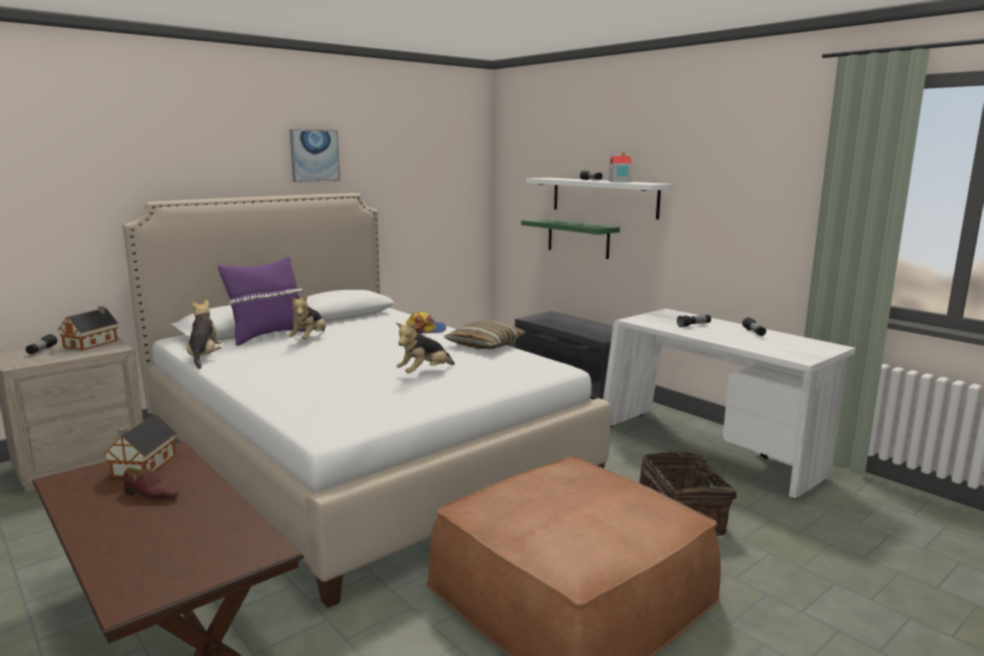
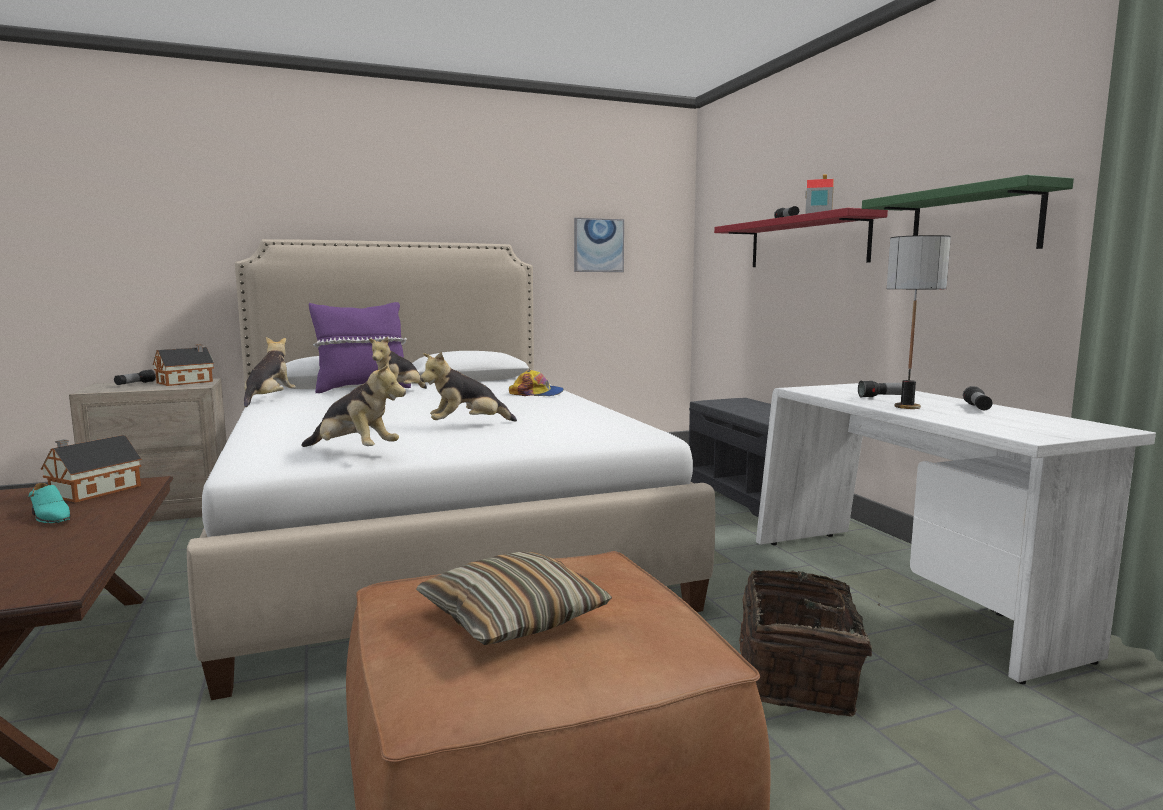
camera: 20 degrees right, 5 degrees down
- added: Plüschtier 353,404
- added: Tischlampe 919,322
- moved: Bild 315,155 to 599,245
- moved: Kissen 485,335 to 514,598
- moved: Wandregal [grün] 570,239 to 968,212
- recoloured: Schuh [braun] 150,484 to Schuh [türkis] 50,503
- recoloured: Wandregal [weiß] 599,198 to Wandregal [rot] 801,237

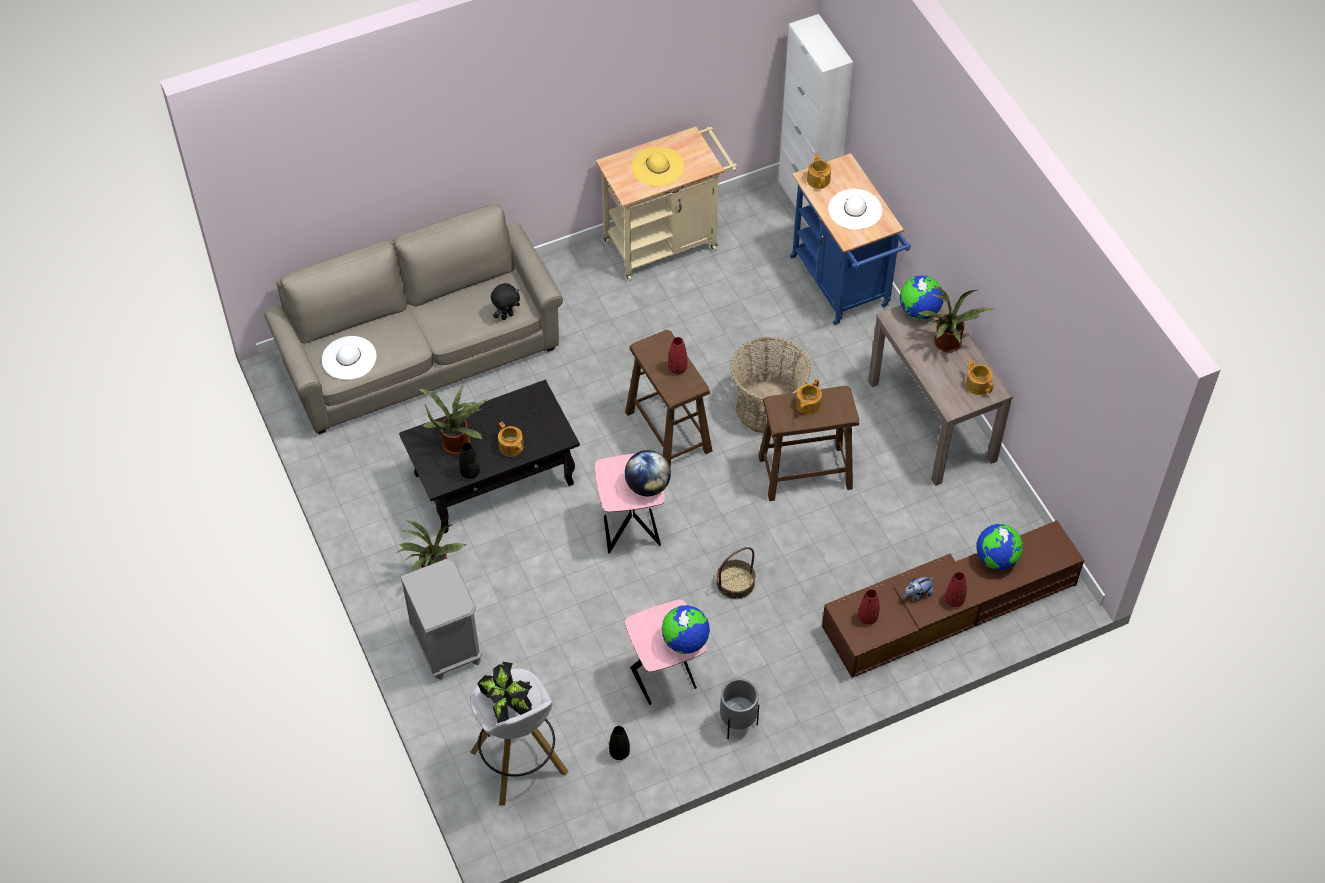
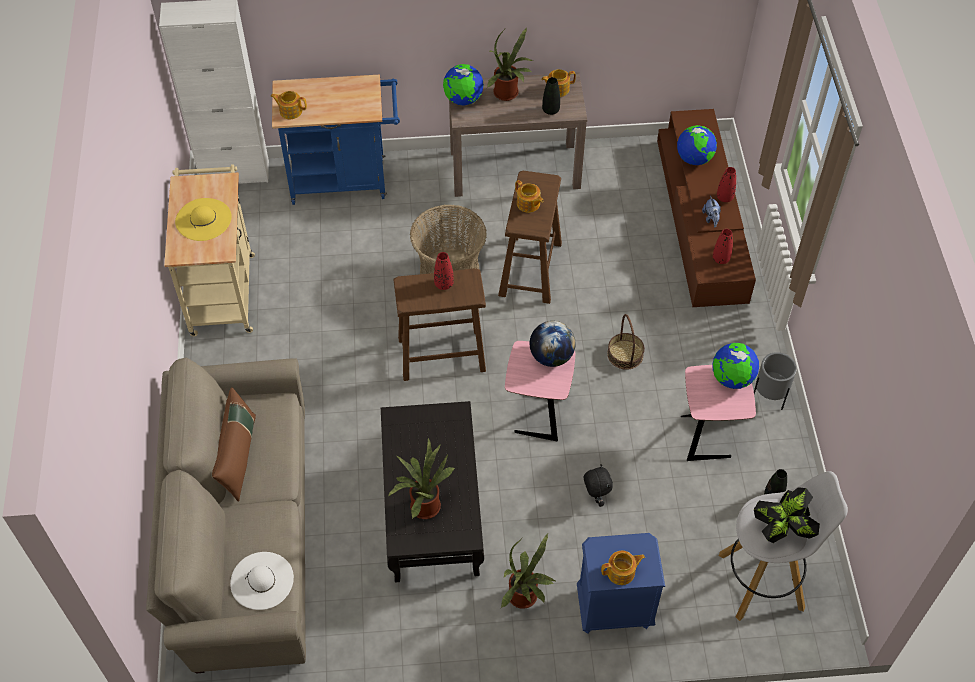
camera: 70 degrees left, 0 degrees up
- removed: Hut [weiß] 855,209
- added: Kissen [braun] 234,445
- moved: Vase [schwarz] 469,461 to 551,96
- moved: Plüschtier [schwarz] 505,301 to 598,486
- moved: Teekanne 511,439 to 623,568
- recoloured: Nachttisch [grau] 441,619 to Nachttisch [blau] 621,583

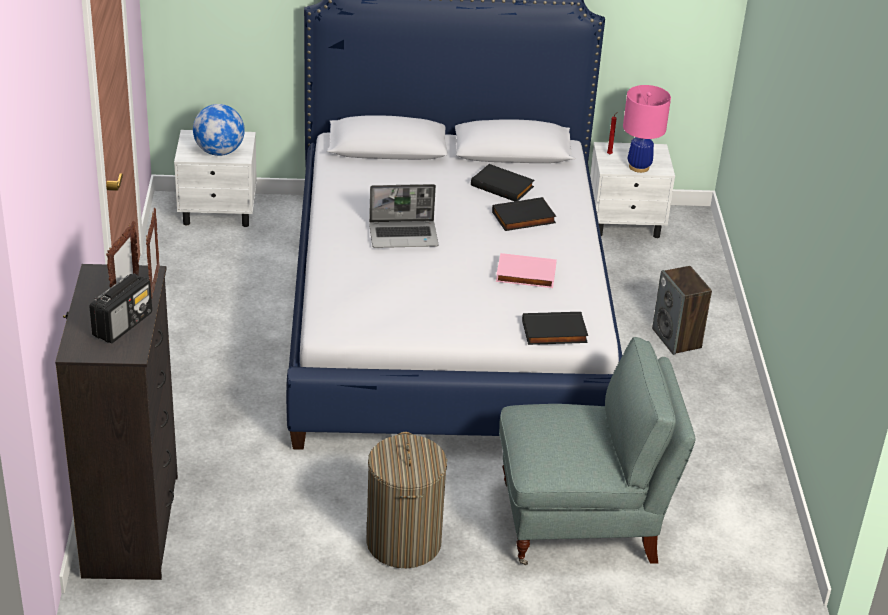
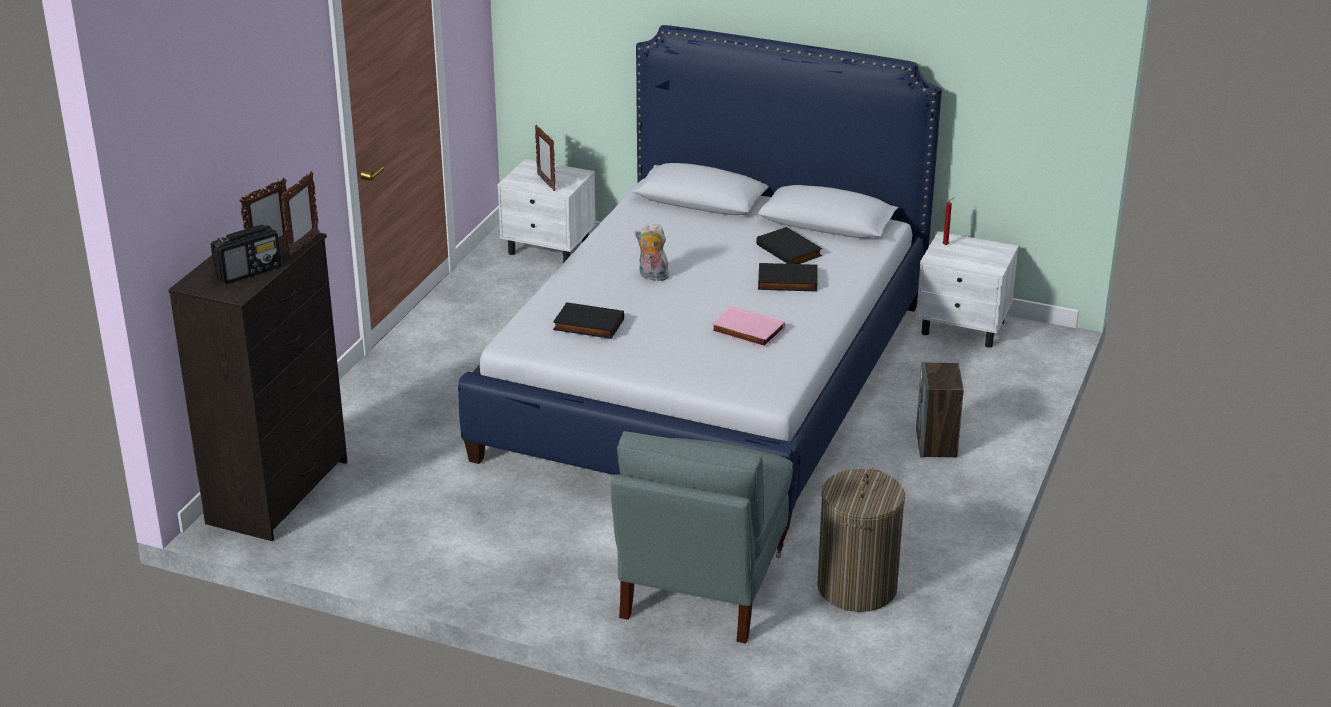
camera: 25 degrees right, 5 degrees down
- removed: Tischlampe [rosa] 647,129
- moved: Wäschekorb 406,500 to 861,540
- moved: Buch [schwarz] 555,328 to 588,320
- replaced: Globus 219,130 to Bilderrahmen 545,158
- replaced: Laptop 403,216 to Plüschtier 652,252
- turned: Sessel [grau] 597,451 = 701,537 90 degrees clockwise

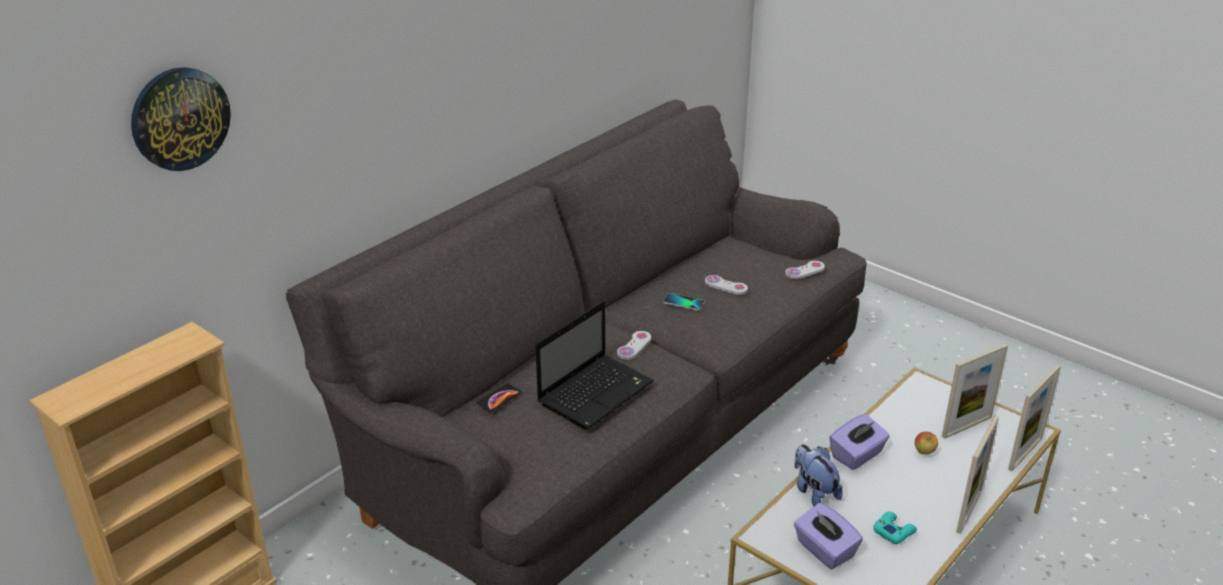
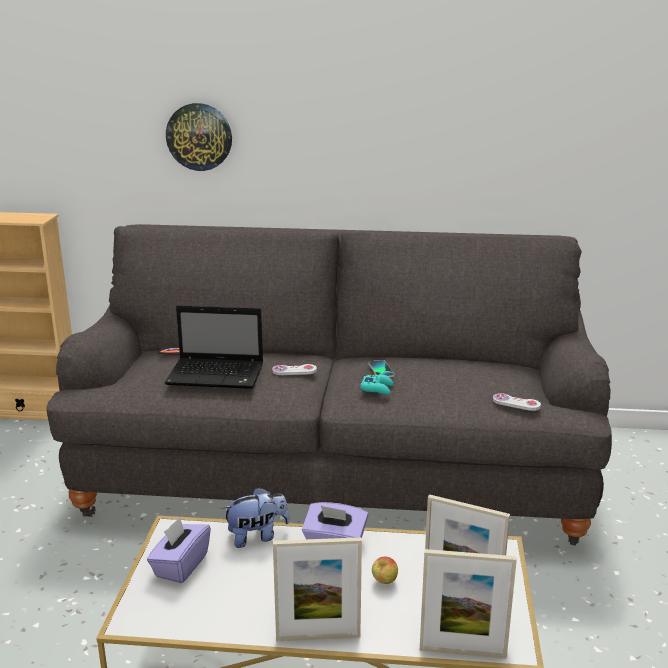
camera: 55 degrees right, 10 degrees down
- removed: Gamepad [weiß] 726,285
- moved: Wanduhr 181,119 to 199,137
- moved: Gamepad [türkis] 895,527 to 377,384
- turned: Plüschtier 818,475 = 256,517 45 degrees clockwise

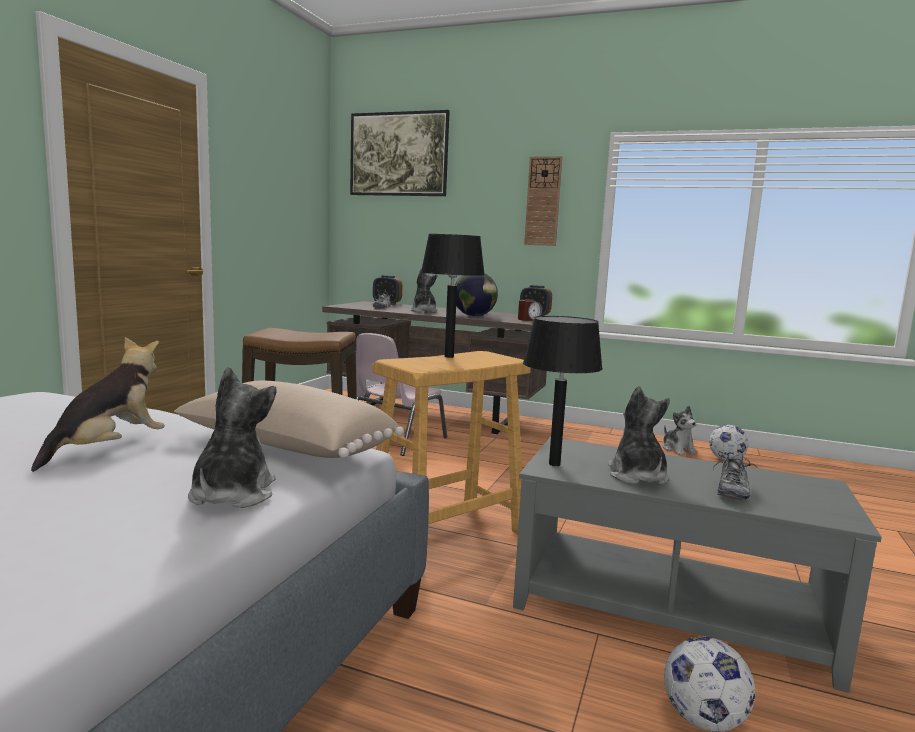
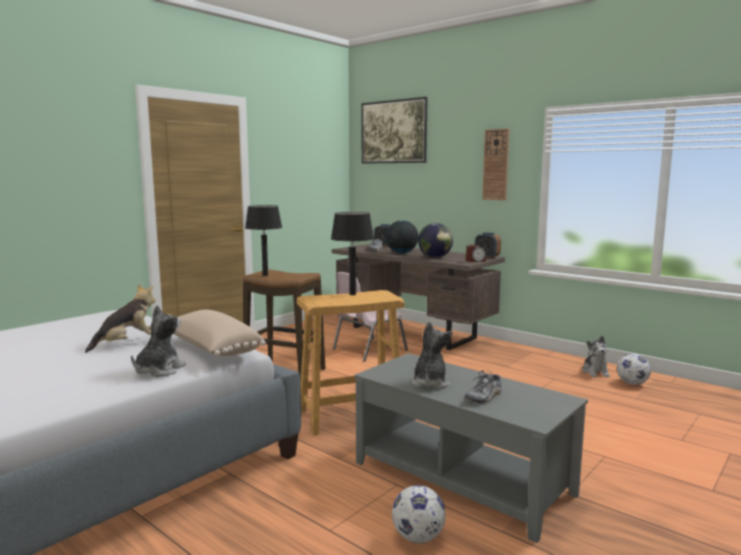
camera: 20 degrees right, 0 degrees up
- moved: Tischlampe [schwarz] 563,391 to 263,240
- replaced: Plüschtier 424,290 to Globus 402,236

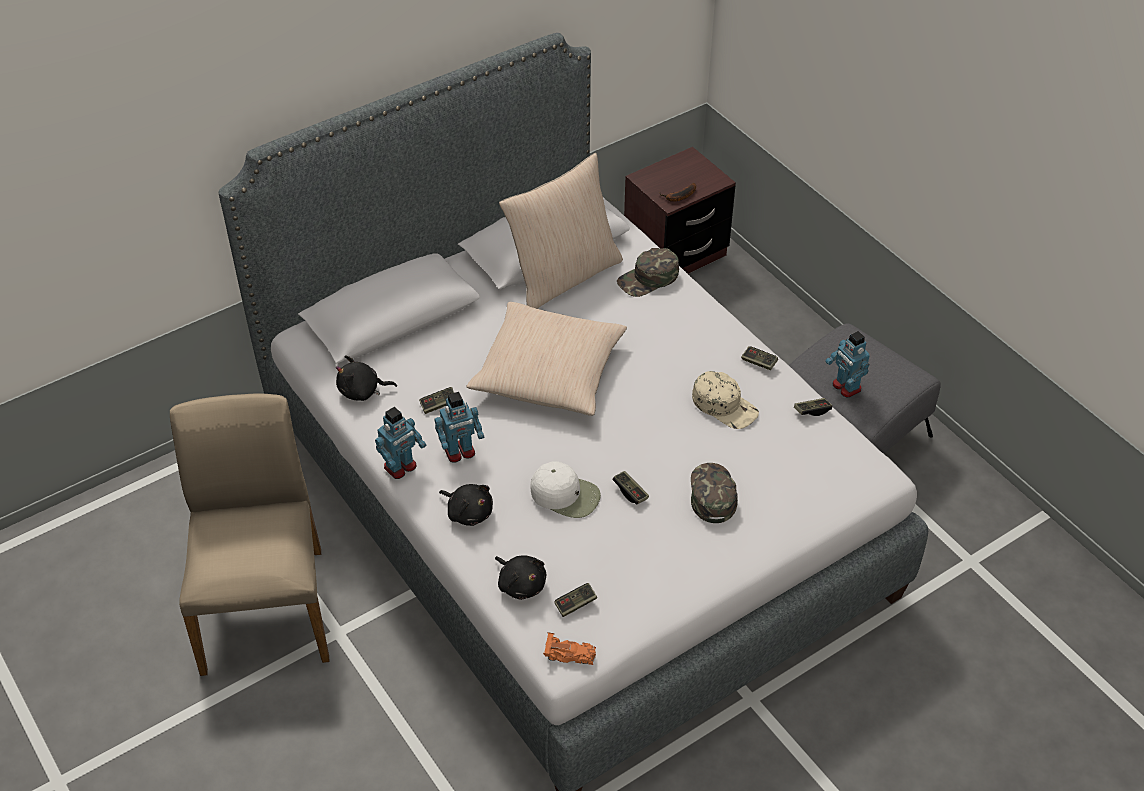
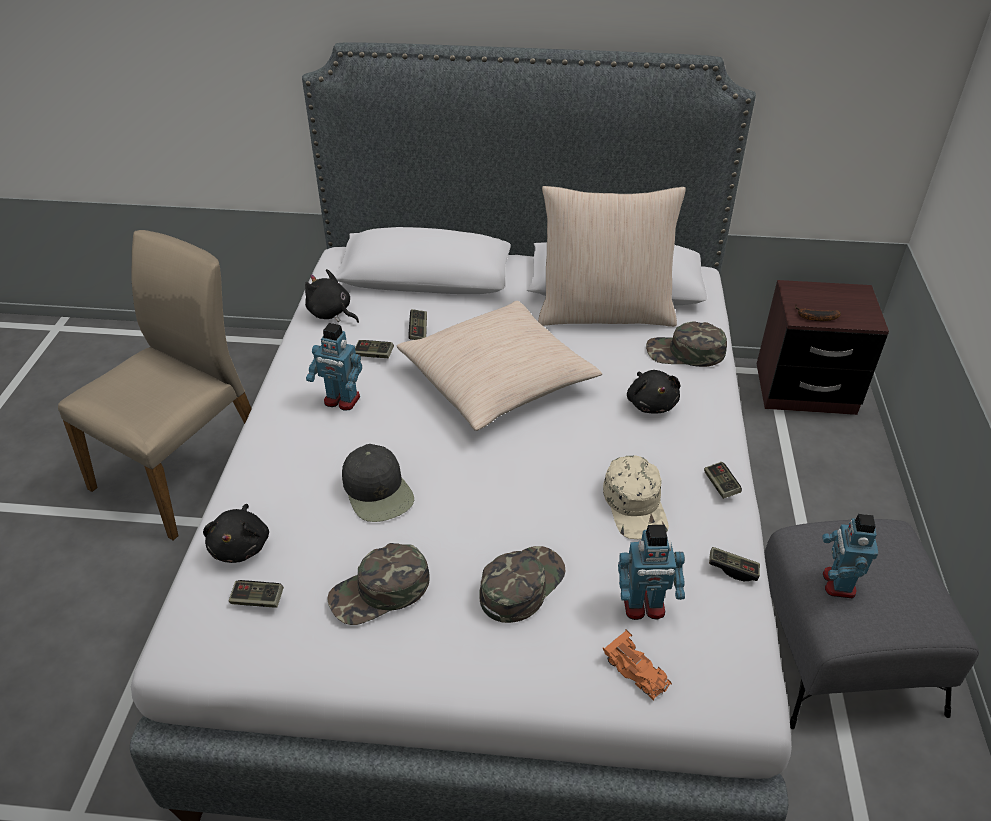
camera: 40 degrees right, 5 degrees down
- added: Kappe [grün] 378,584
- moved: Spielzeugroboter 400,443 to 651,572
- moved: Plüschtier [schwarz] 466,505 to 653,392
- moved: Spielzeugauto [orange] 569,648 to 637,665
- moved: Gamepad 631,488 to 417,324
- recoloured: Kappe [weiß] 565,489 to Kappe [schwarz] 378,483

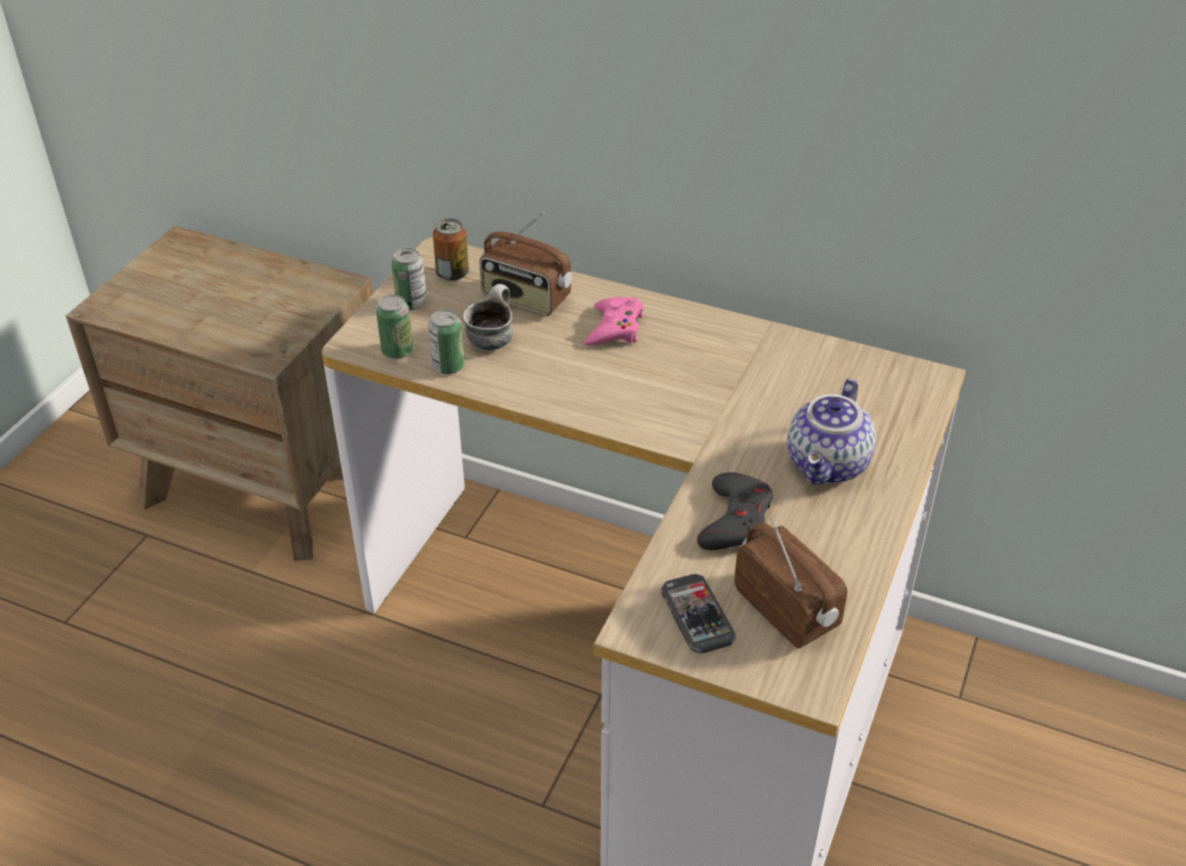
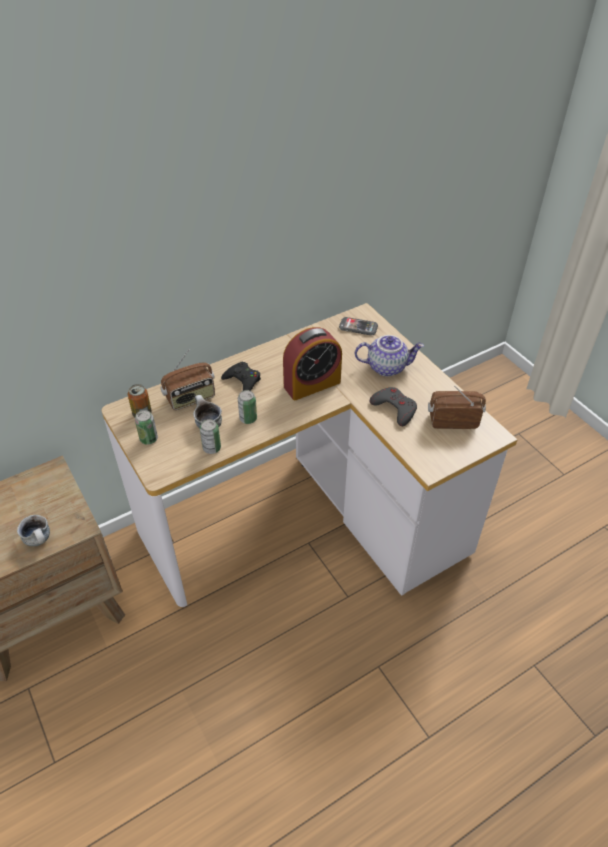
camera: 55 degrees left, 5 degrees up
- added: Henkelbecher 33,530
- added: Wecker 312,364
- moved: Dose 394,327 to 247,407
- moved: Handy 698,614 to 358,326
- recoloured: Gamepad [rosa] 614,321 to Gamepad [schwarz] 241,376
- turned: Teekanne 832,431 = 389,355 60 degrees counterclockwise

